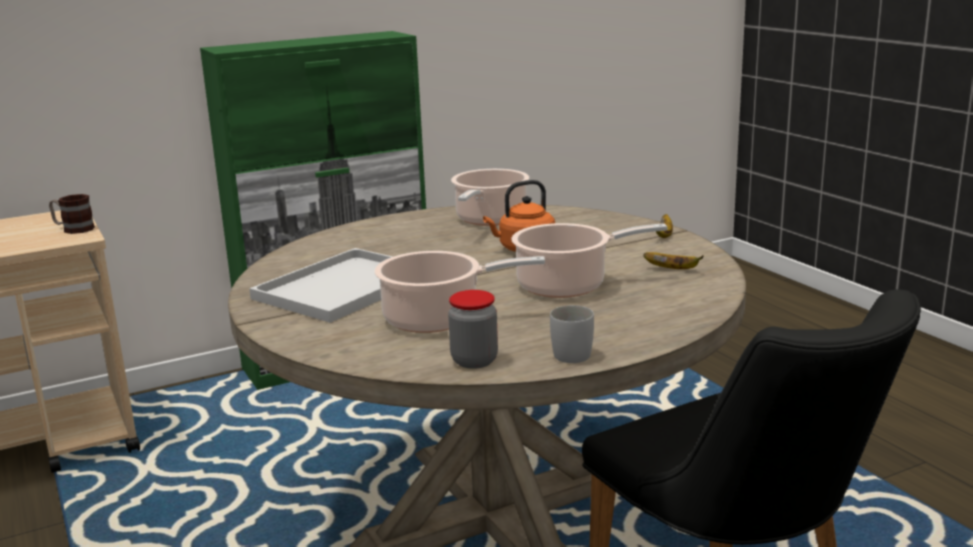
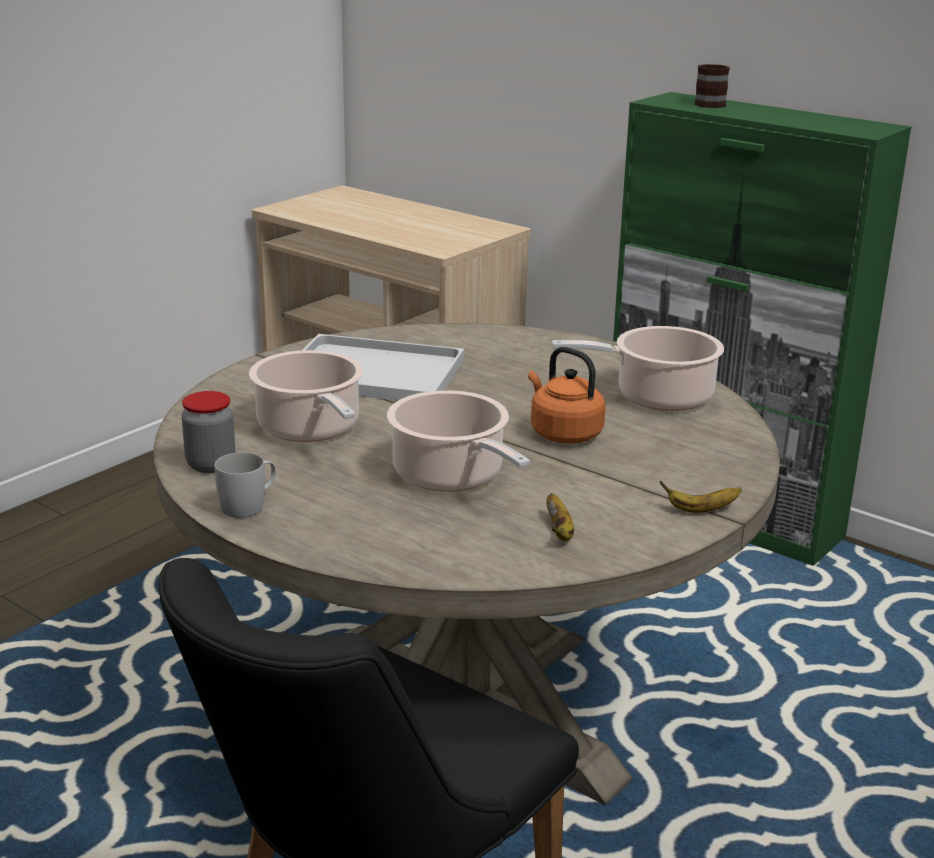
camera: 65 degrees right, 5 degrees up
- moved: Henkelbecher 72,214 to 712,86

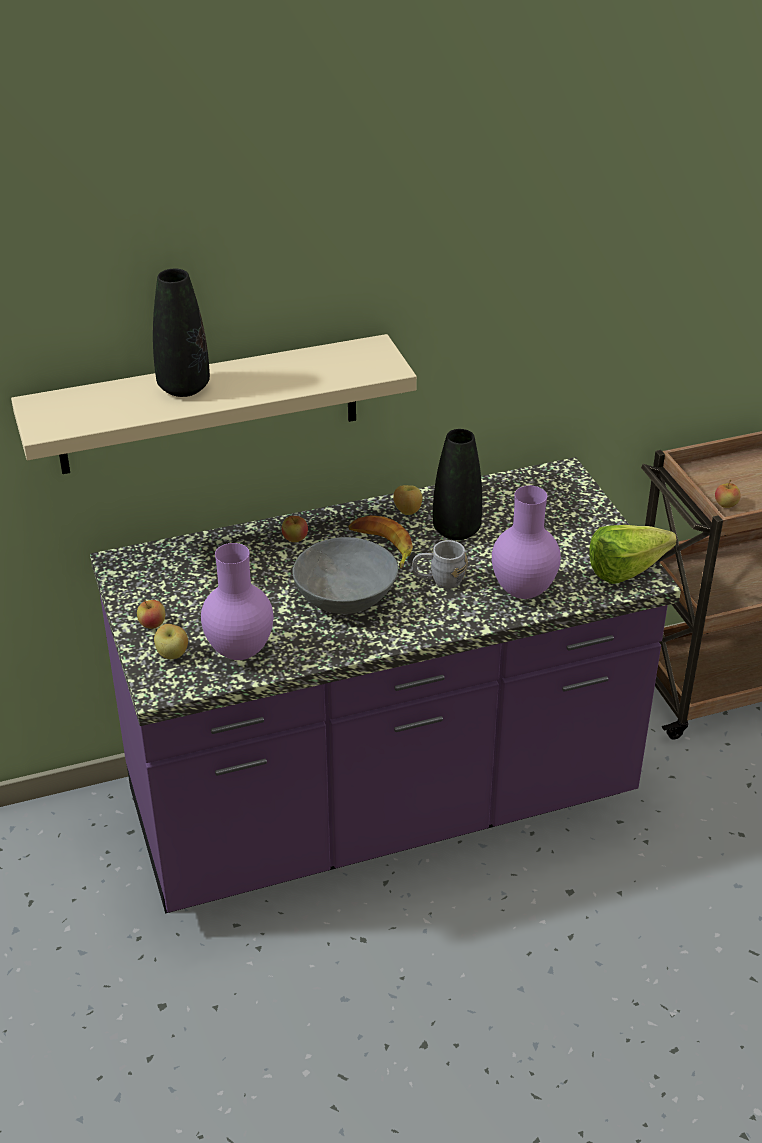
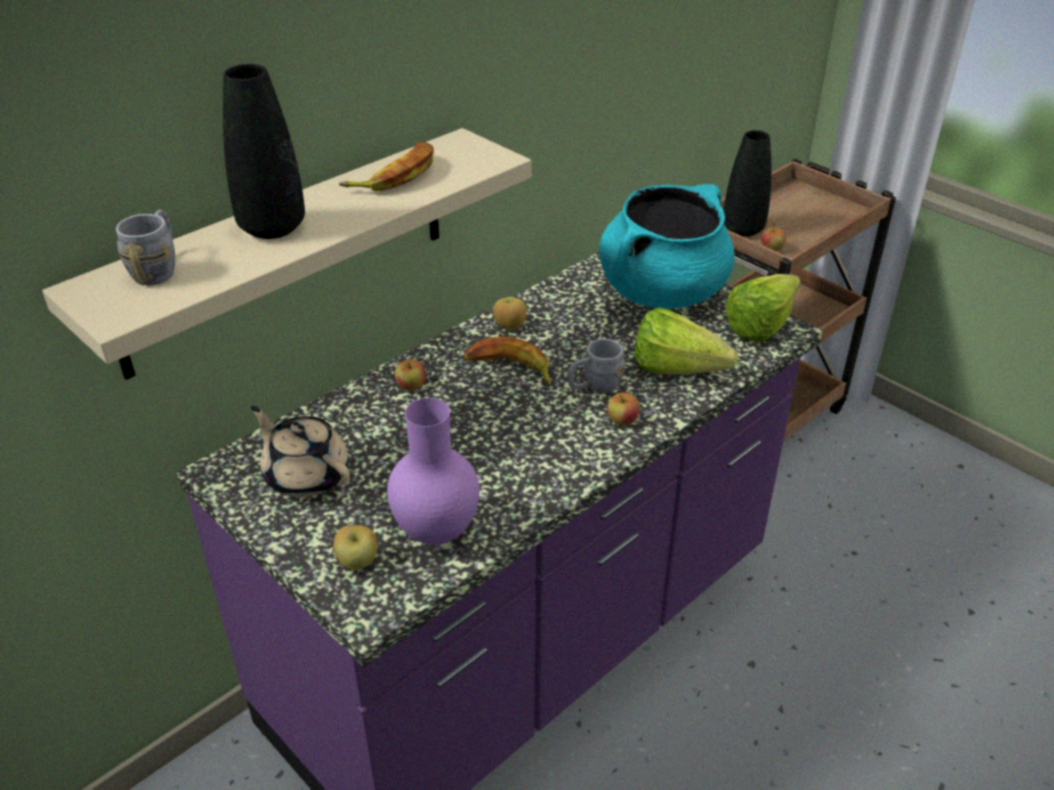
camera: 25 degrees left, 0 degrees up
- removed: Schüssel [grau] 345,575
- added: Henkelbecher [grau] 145,247
- added: Teekanne [beige] 300,451
- added: Banane 386,166
- added: Kochtopf [türkis] 667,246
- moved: Apfel 151,614 to 623,408
- moved: Vase [schwarz] 457,484 to 747,183
- replaced: Vase [lila] 526,542 to Salatkopf 686,340

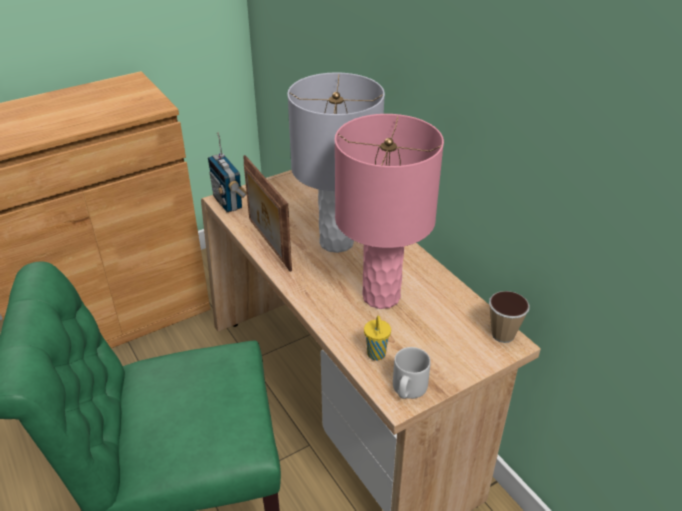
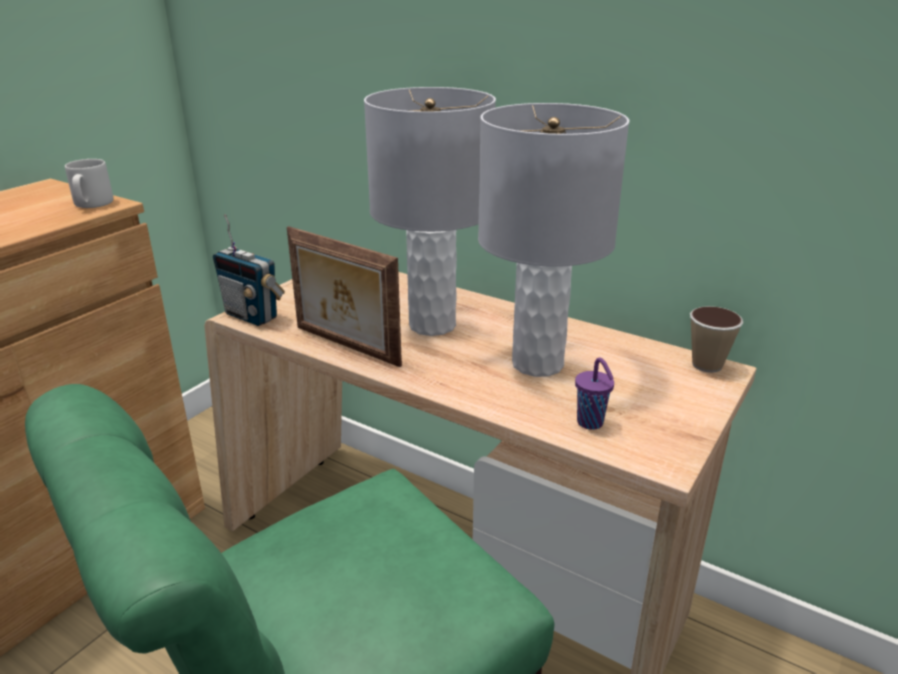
camera: 25 degrees left, 10 degrees down
- moved: Henkelbecher [grau] 412,373 to 89,183
- recoloured: Tischlampe [rosa] 389,211 to Tischlampe [grau] 554,240
- recoloured: Tasse [gelb] 377,338 to Tasse [lila] 594,393

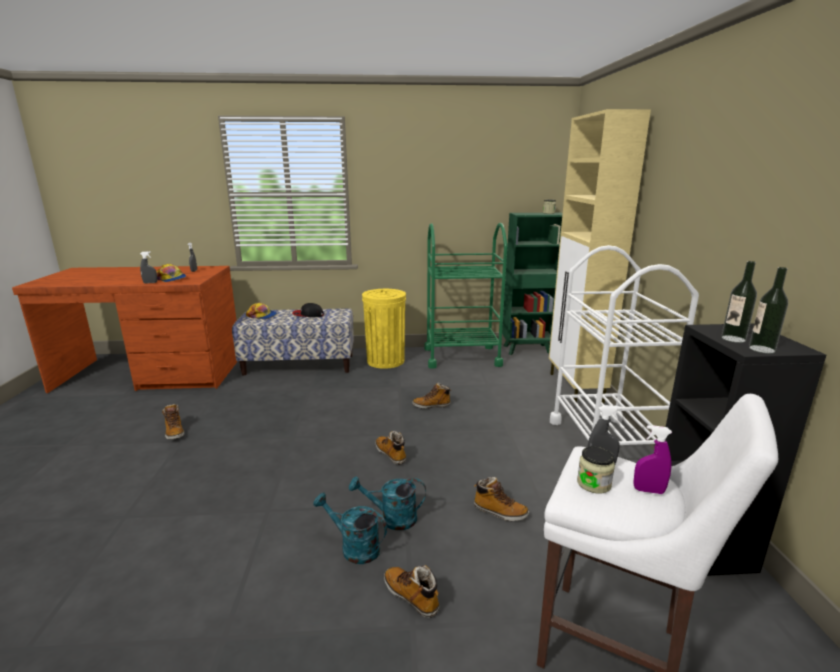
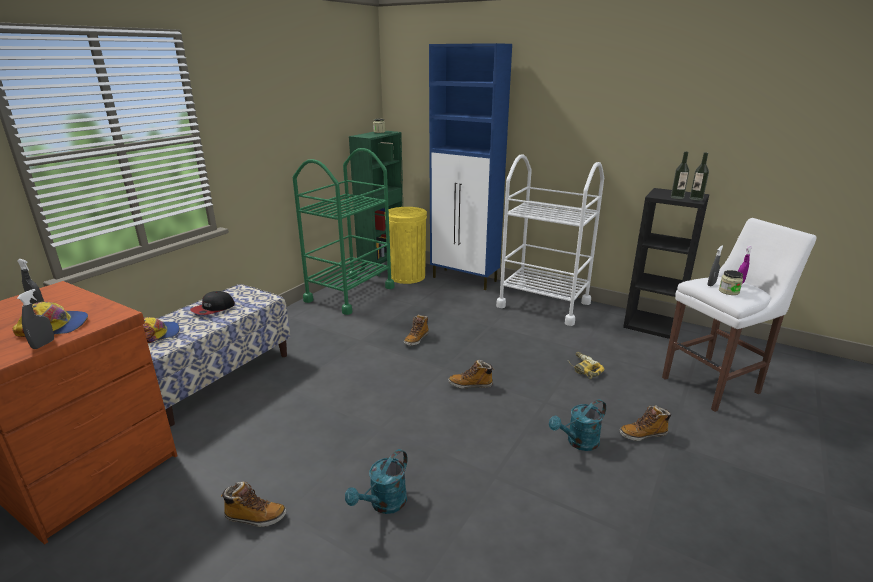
camera: 55 degrees left, 5 degrees up
- moved: Gießkanne [türkis] 387,503 to 376,481
- moved: Mülleimer [gelb] 384,329 to 408,245
- replaced: Stiefel 501,499 to Bohrmaschine 586,365
- recoloured: Schrank [beige] 600,256 to Schrank [blau] 470,166

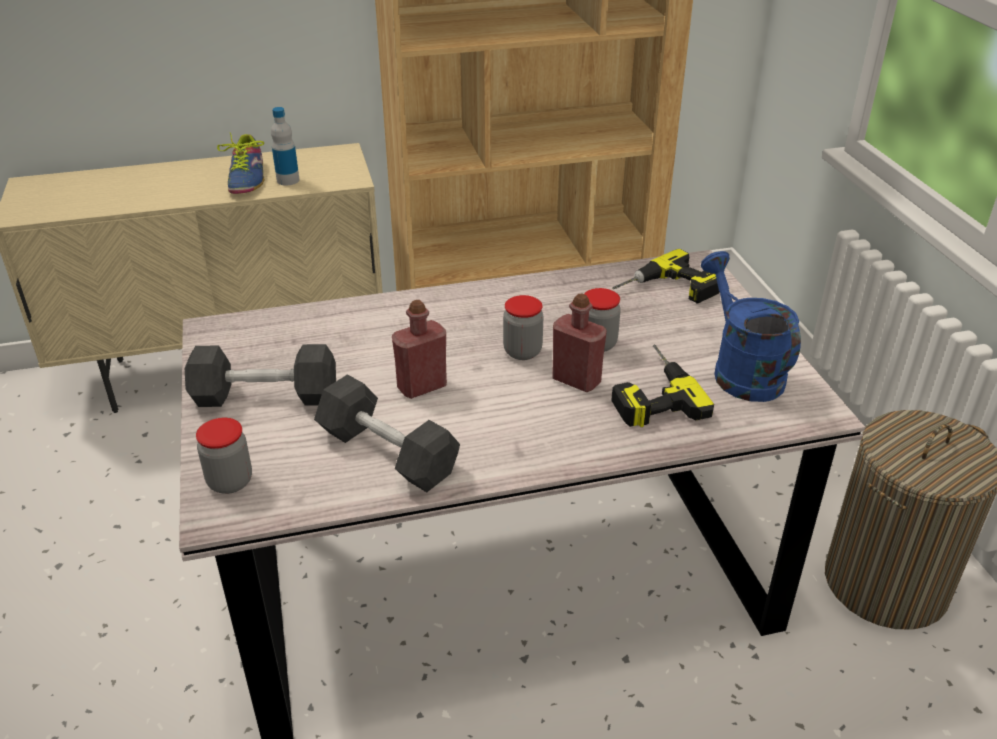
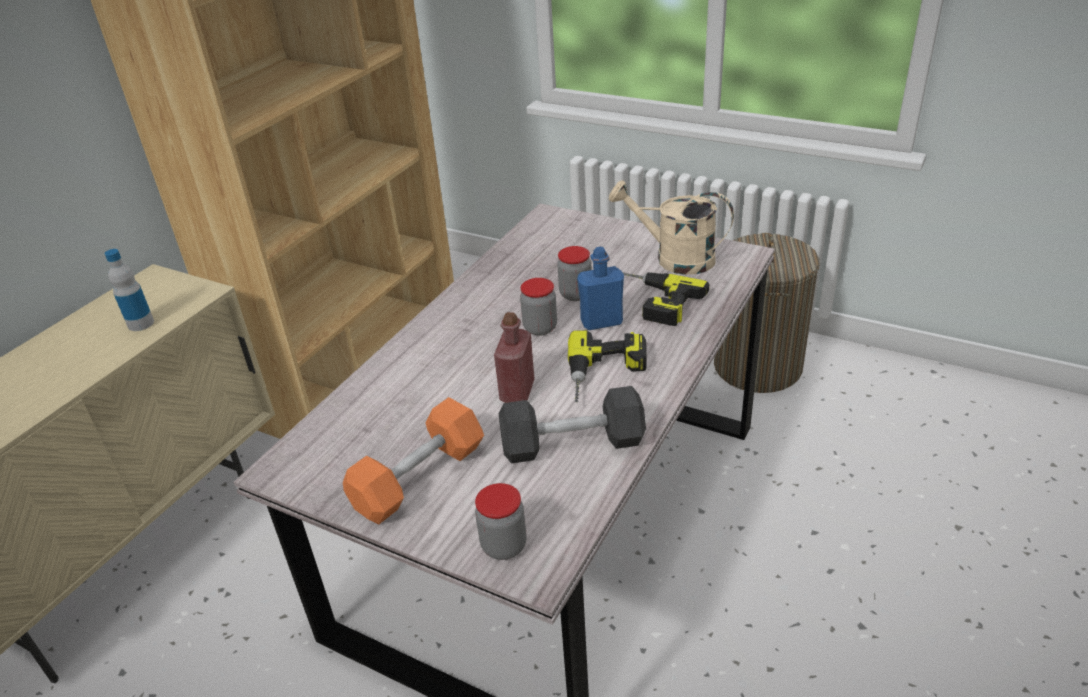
camera: 45 degrees left, 0 degrees up
- removed: Schuh 240,163
- moved: Bohrmaschine 666,276 to 607,366
- recoloured: Hantel [schwarz] 260,375 to Hantel [orange] 413,460
- recoloured: Flasche [rot] 579,343 to Flasche [blau] 600,288
- recoloured: Gießkanne [blau] 751,326 to Gießkanne [beige] 671,227

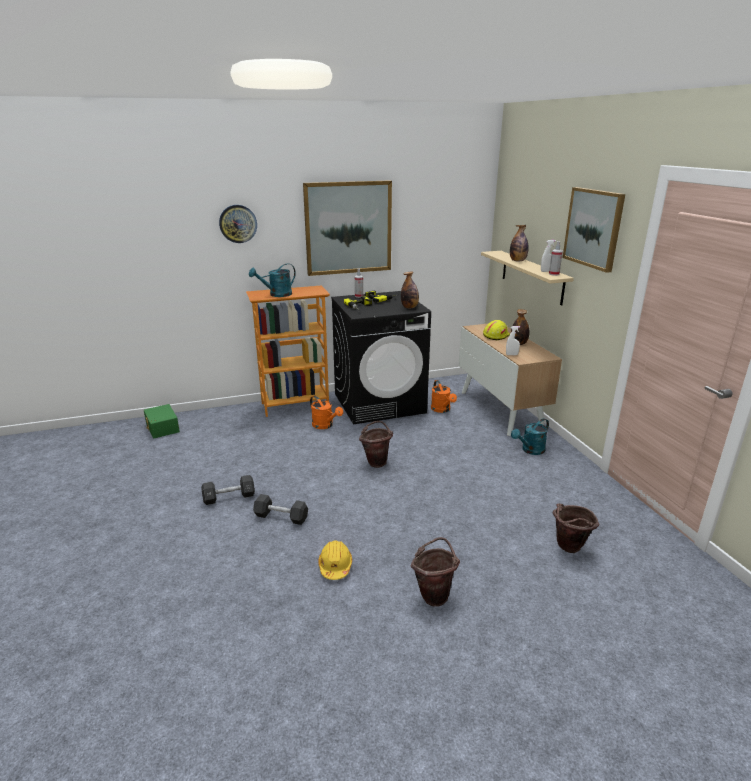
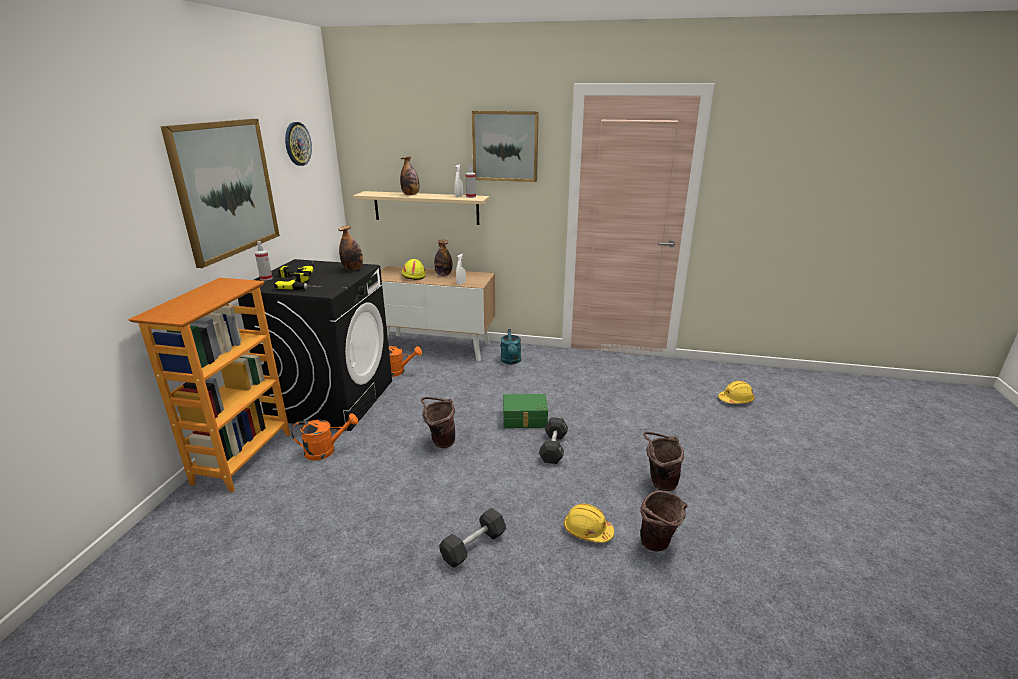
camera: 60 degrees left, 0 degrees up
- removed: Gießkanne [türkis] 272,280
- added: Schutzhelm [gelb] 736,392
- moved: Aufbewahrungsbox [grün] 162,421 to 525,411
- moved: Hantel [schwarz] 228,490 to 553,440
- moved: Wanduhr 238,224 to 298,144
- moved: Eimer [braun] 576,528 to 664,521

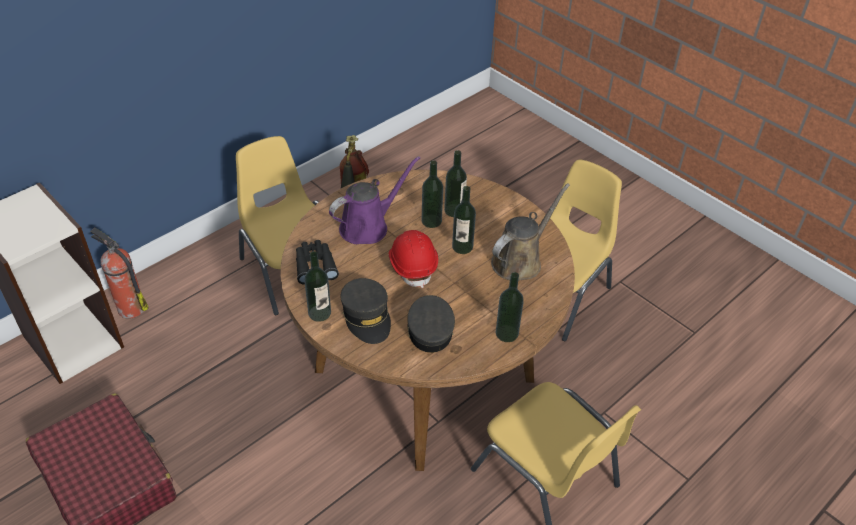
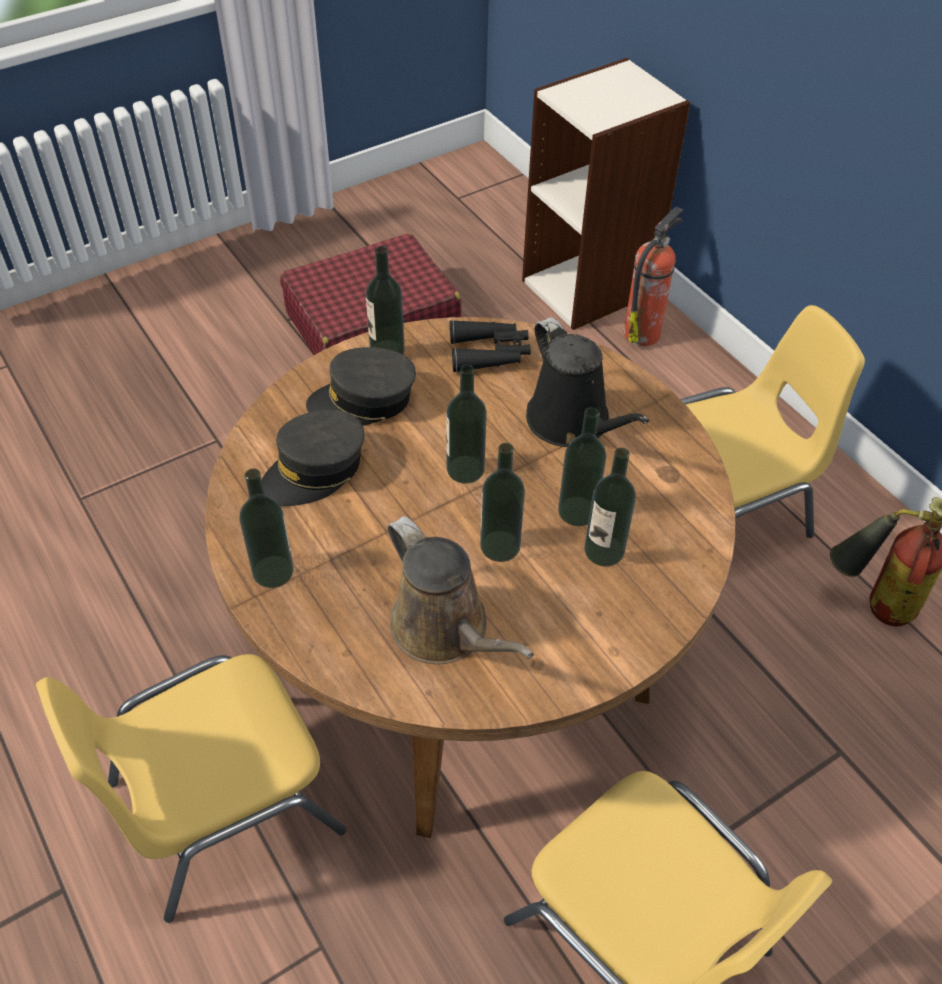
camera: 100 degrees right, 5 degrees up
- replaced: Schutzhelm [rot] 413,259 to Flasche 466,424
- recoloured: Gießkanne [lila] 374,200 to Gießkanne [schwarz] 587,382
- turned: Kappe [grau] 431,324 = 313,458 135 degrees clockwise

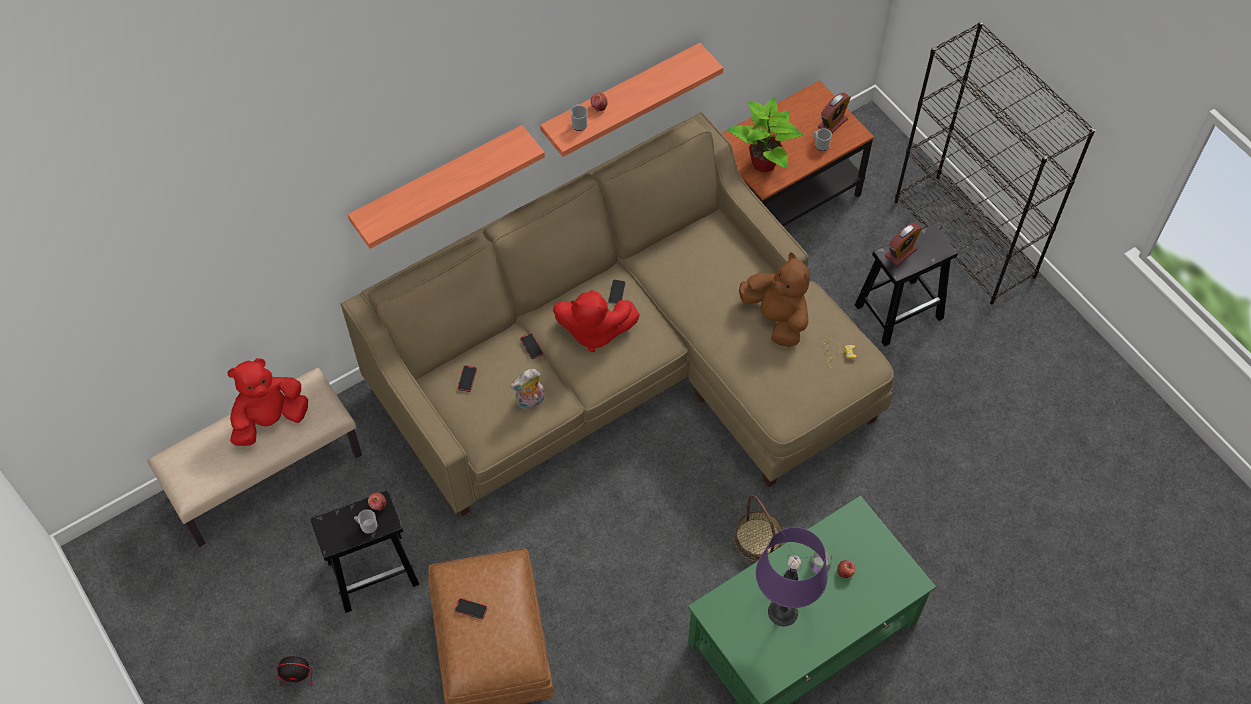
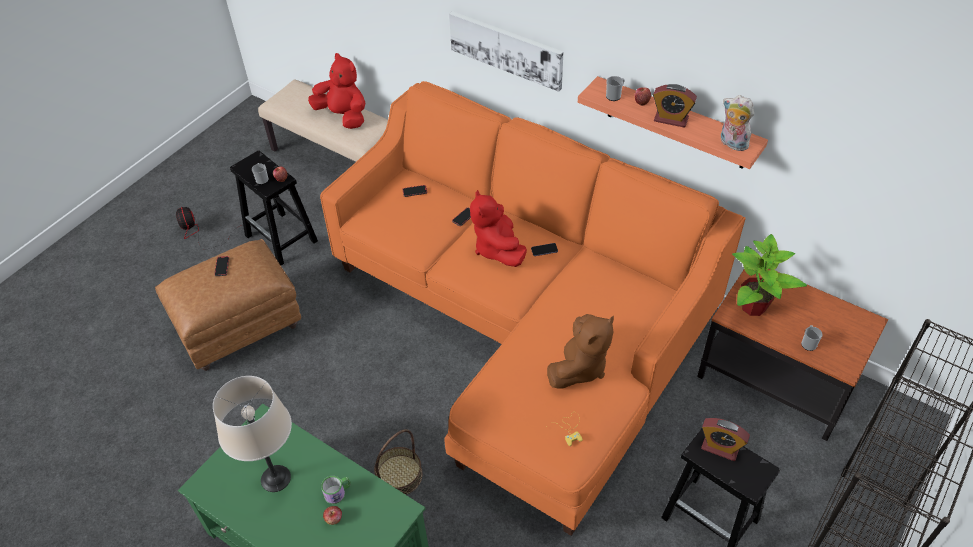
camera: 70 degrees right, 10 degrees down
- moved: Plüschtier 527,389 to 737,123
- moved: Wecker 834,113 to 675,106
- replaced: Wandregal 446,187 to Bild 506,51
- recoloured: Sofa [beige] 617,314 to Sofa [orange] 533,308
- recoloured: Tischlampe [lila] 792,576 to Tischlampe [beige] 252,434

